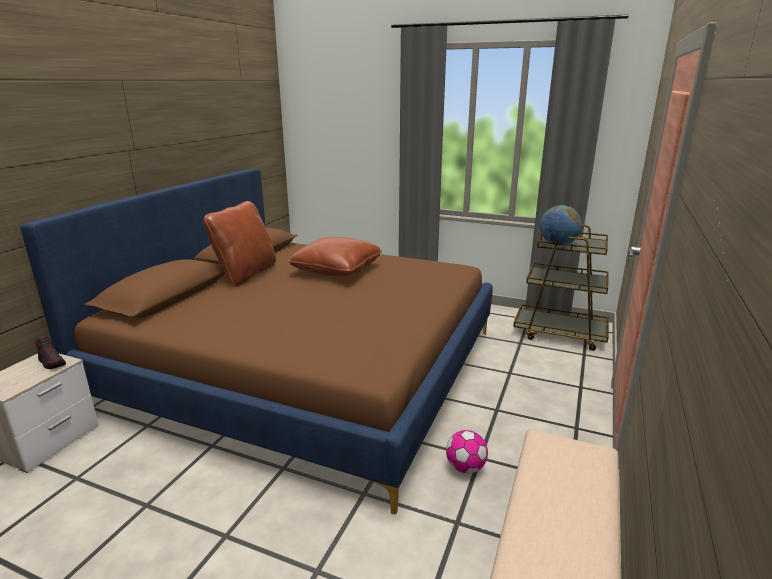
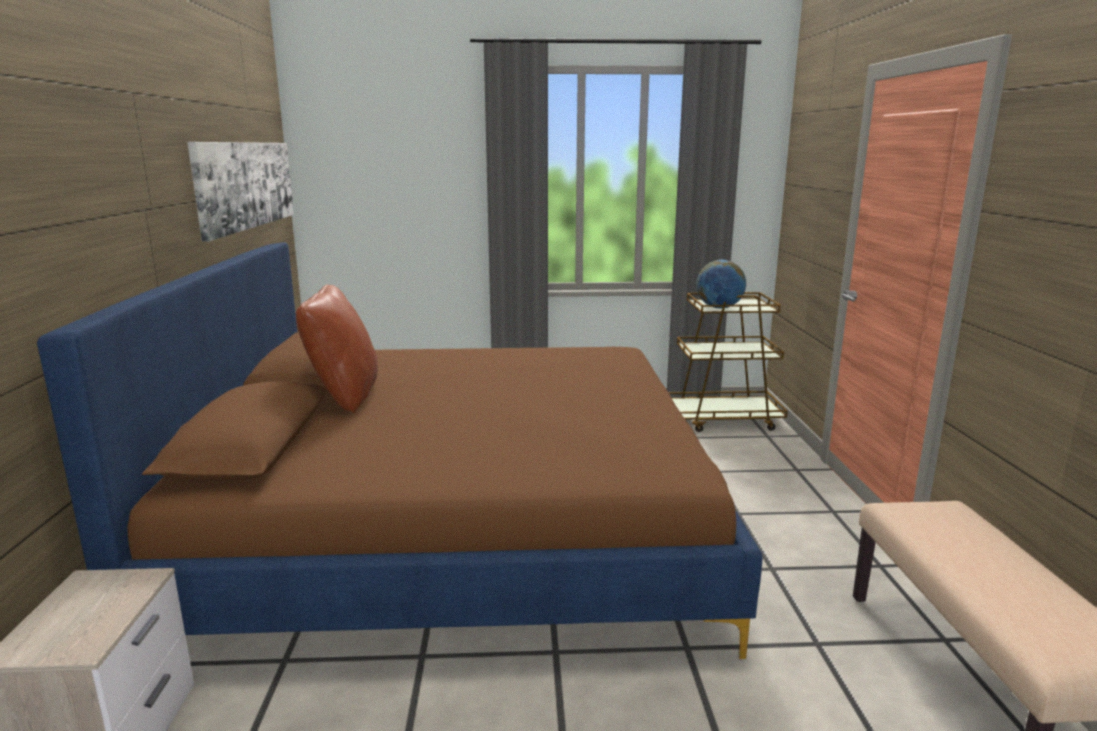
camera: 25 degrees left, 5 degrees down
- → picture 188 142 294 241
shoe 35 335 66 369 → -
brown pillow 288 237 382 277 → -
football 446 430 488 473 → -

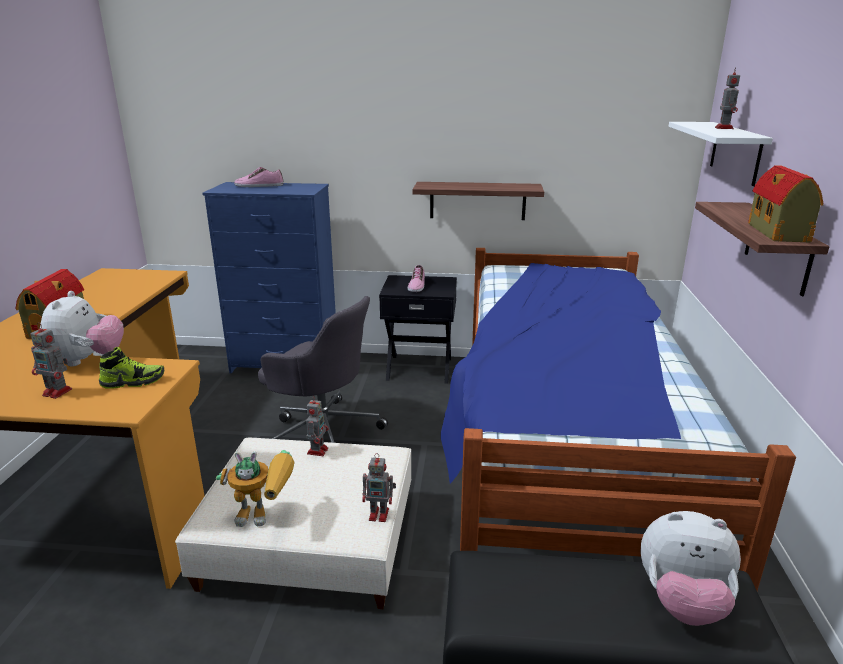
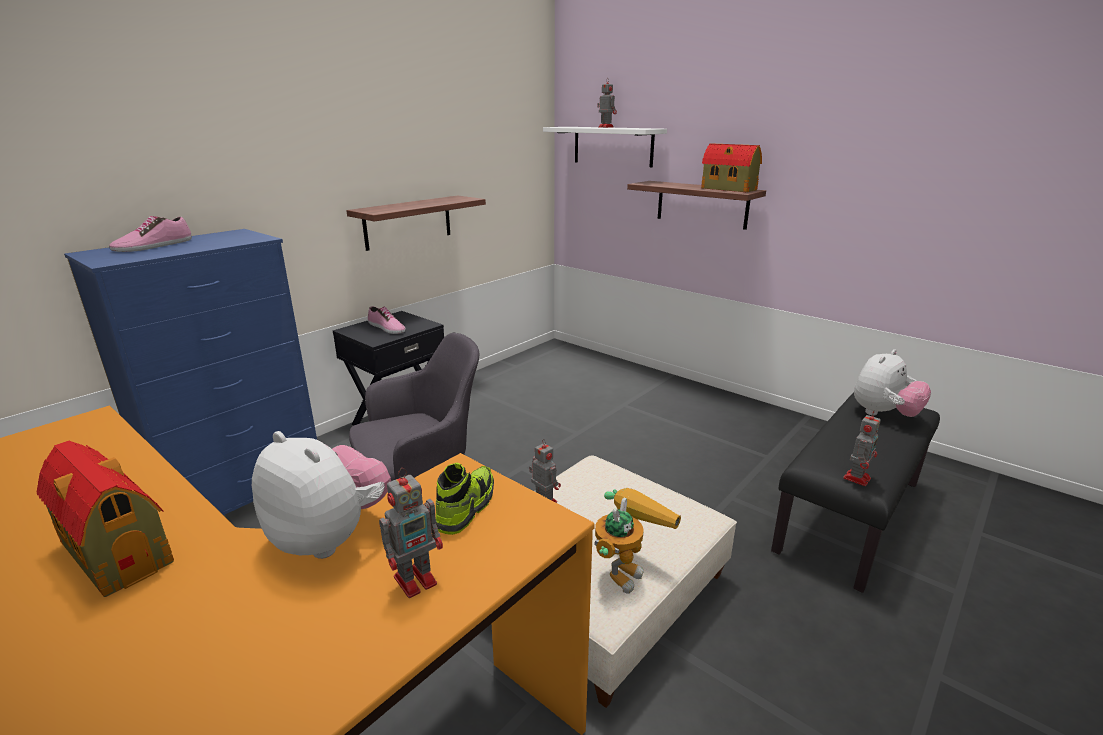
camera: 55 degrees left, 0 degrees up
toy robot 362 453 396 522 → toy robot 843 411 881 486, moved
bed 441 248 796 591 → -

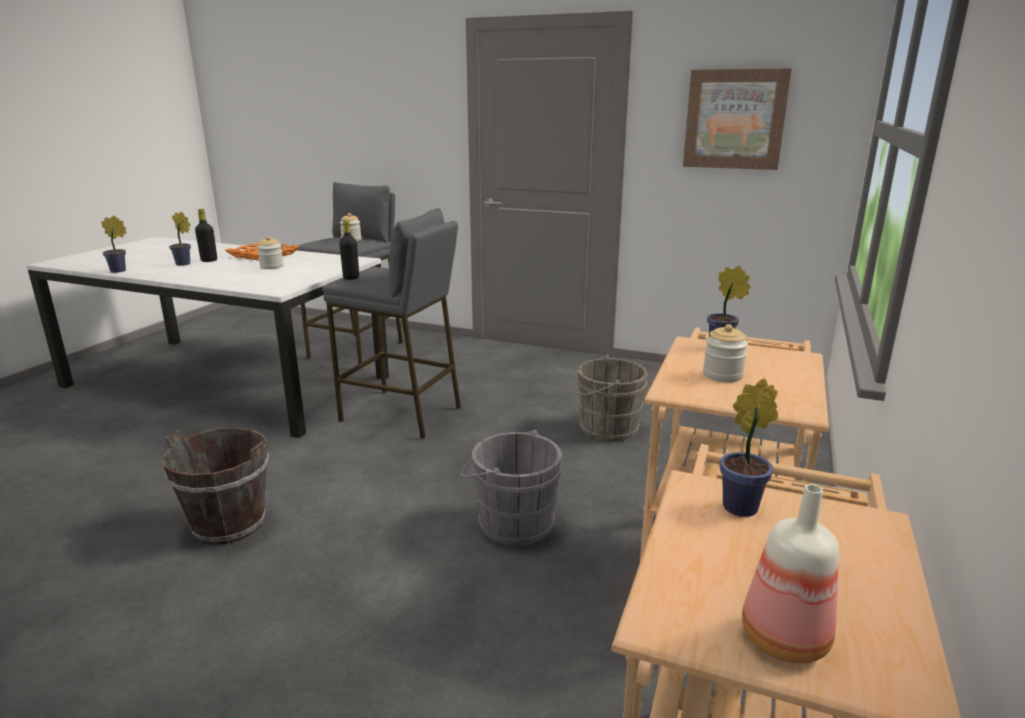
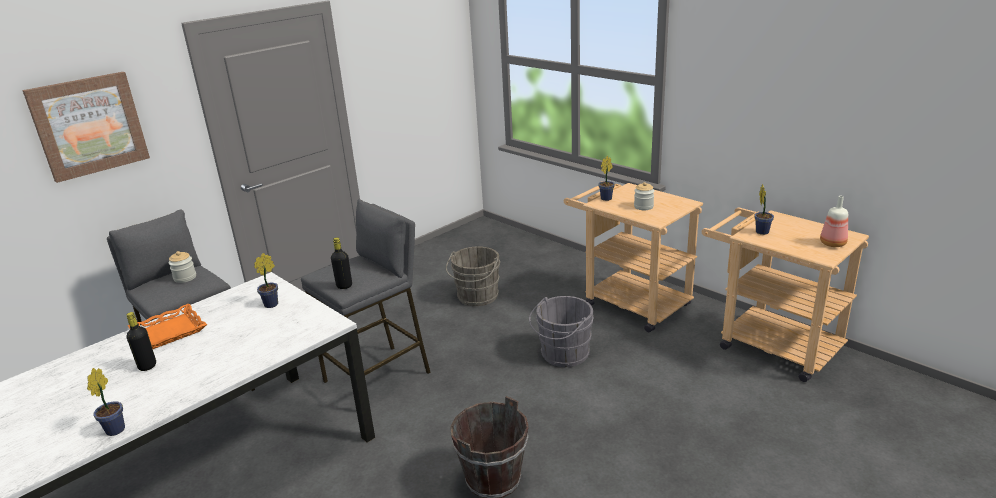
camera: 65 degrees left, 5 degrees up
picture 683 68 792 170 → picture 22 72 150 183, moved
potted plant 169 211 191 266 → potted plant 254 253 278 308, moved
jar 257 236 284 269 → -

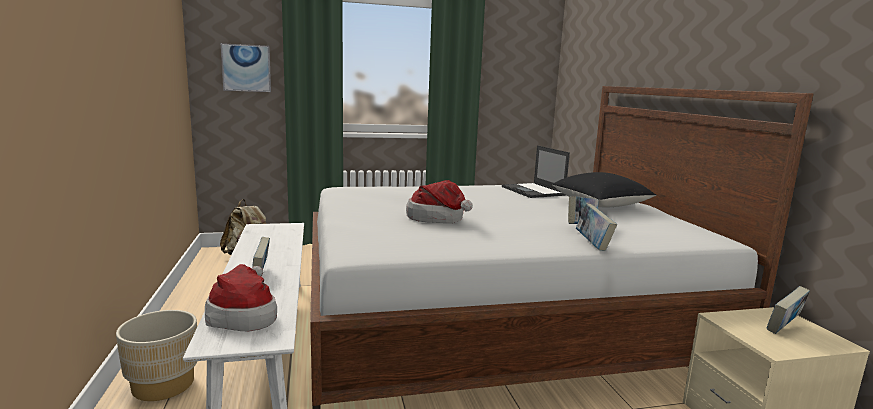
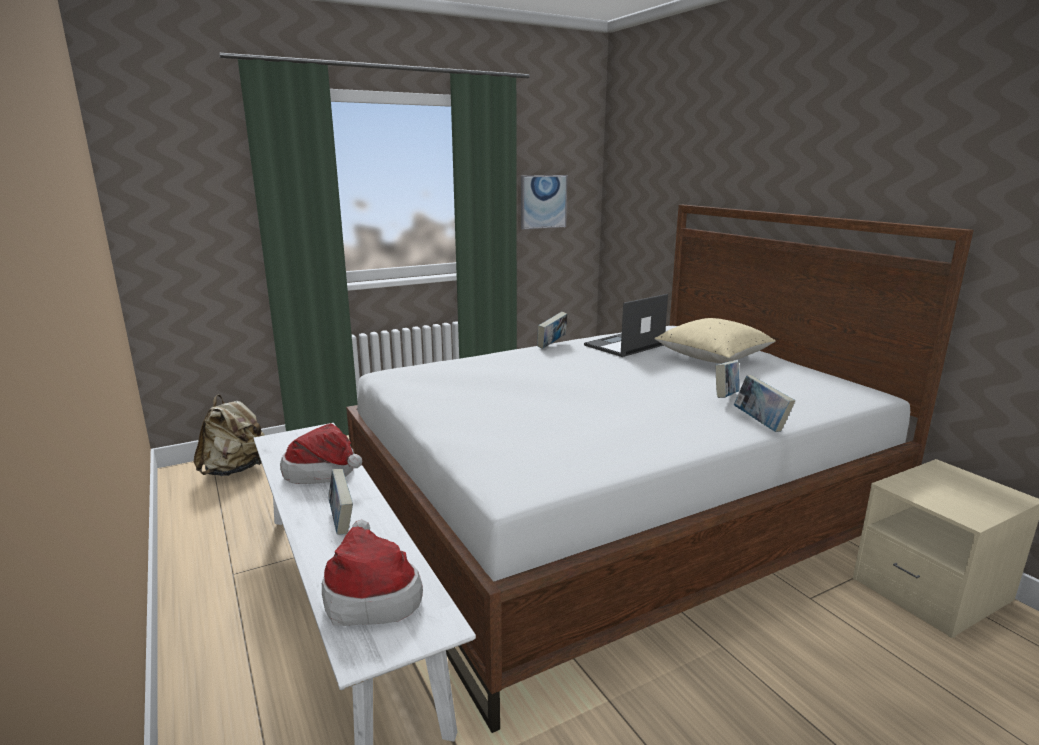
camera: 15 degrees left, 5 degrees up
hat 406 180 473 223 → hat 280 423 362 484, moved
picture 221 43 271 92 → picture 521 175 567 229, moved
book 767 286 810 334 → book 537 312 568 349, moved
laptop 502 145 570 198 → laptop 584 294 668 357, 90 degrees clockwise
black pillow 552 172 656 207 → beige pillow 654 318 776 363
beige planter 116 310 197 401 → -

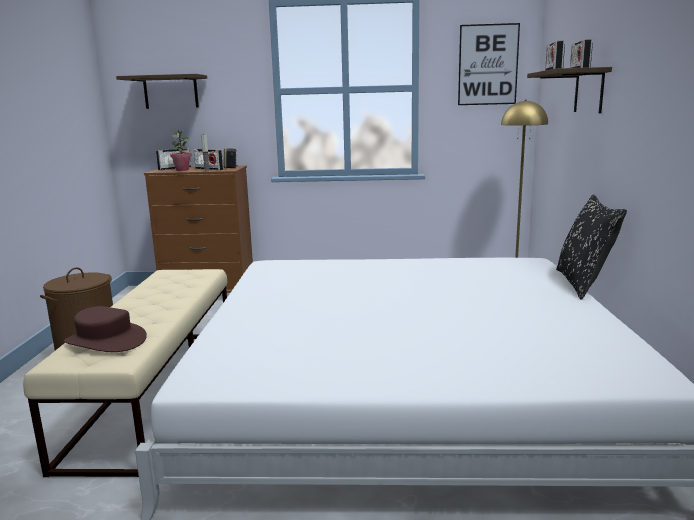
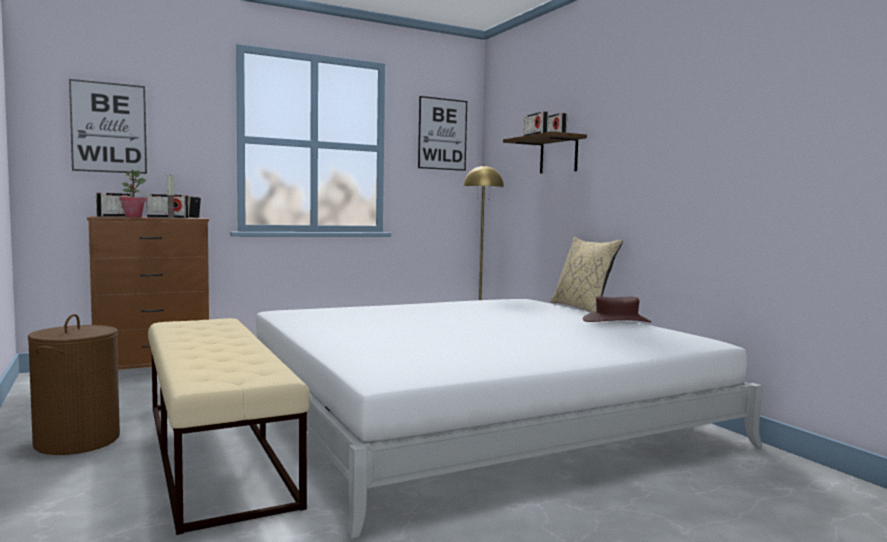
camera: 30 degrees left, 10 degrees down
shelf 116 74 207 109 → picture 69 79 147 174
black pillow 556 194 627 300 → beige pillow 550 237 623 313
brown hat 64 306 147 352 → brown hat 583 296 652 322, moved

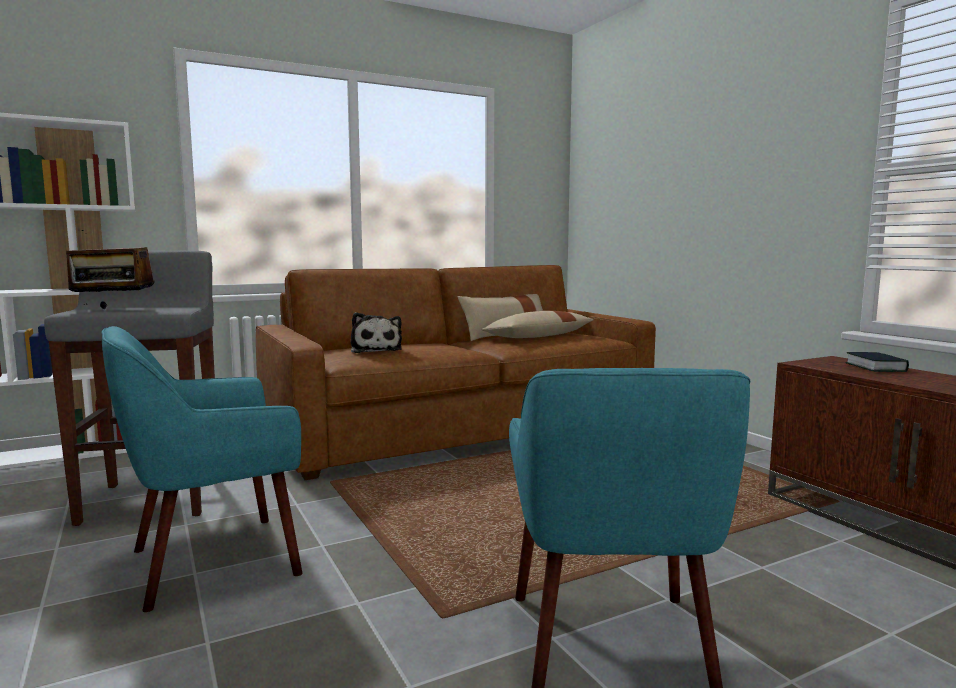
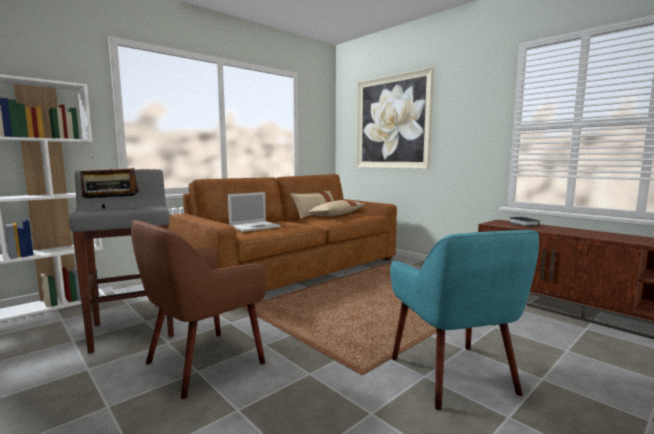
camera: 15 degrees left, 0 degrees up
turquoise armchair 102 326 303 612 → brown armchair 131 220 267 399
plush toy 350 312 402 353 → laptop 228 192 281 232
- → picture 356 67 434 169

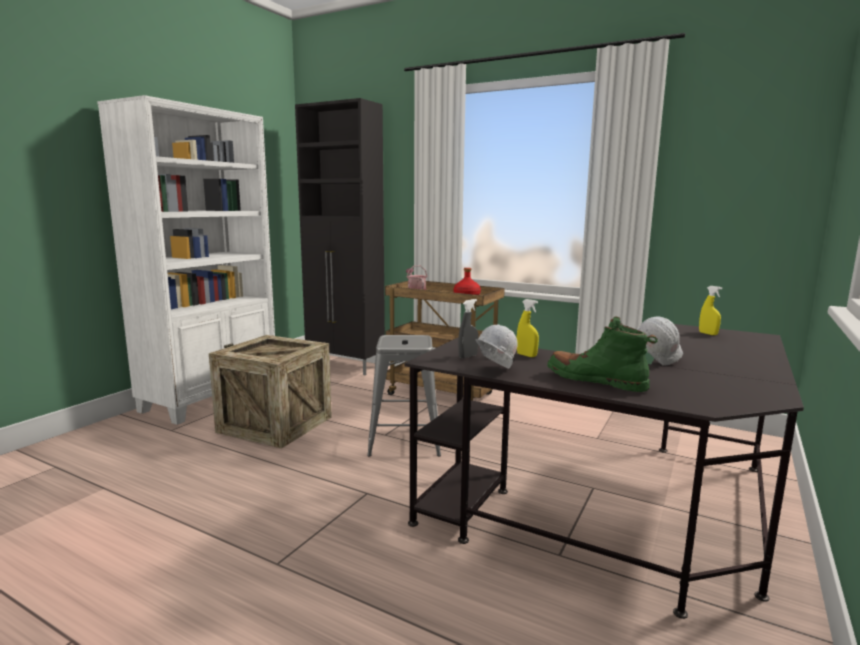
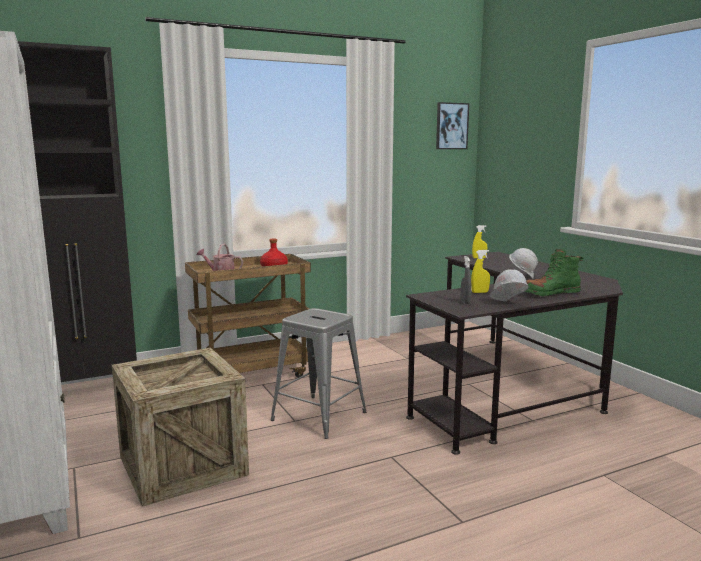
camera: 55 degrees left, 0 degrees up
- → picture 436 102 469 149

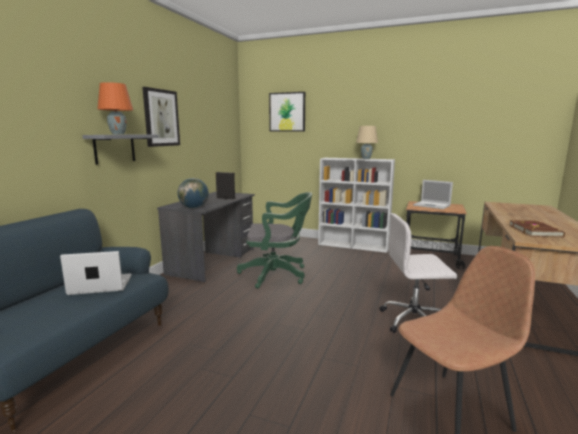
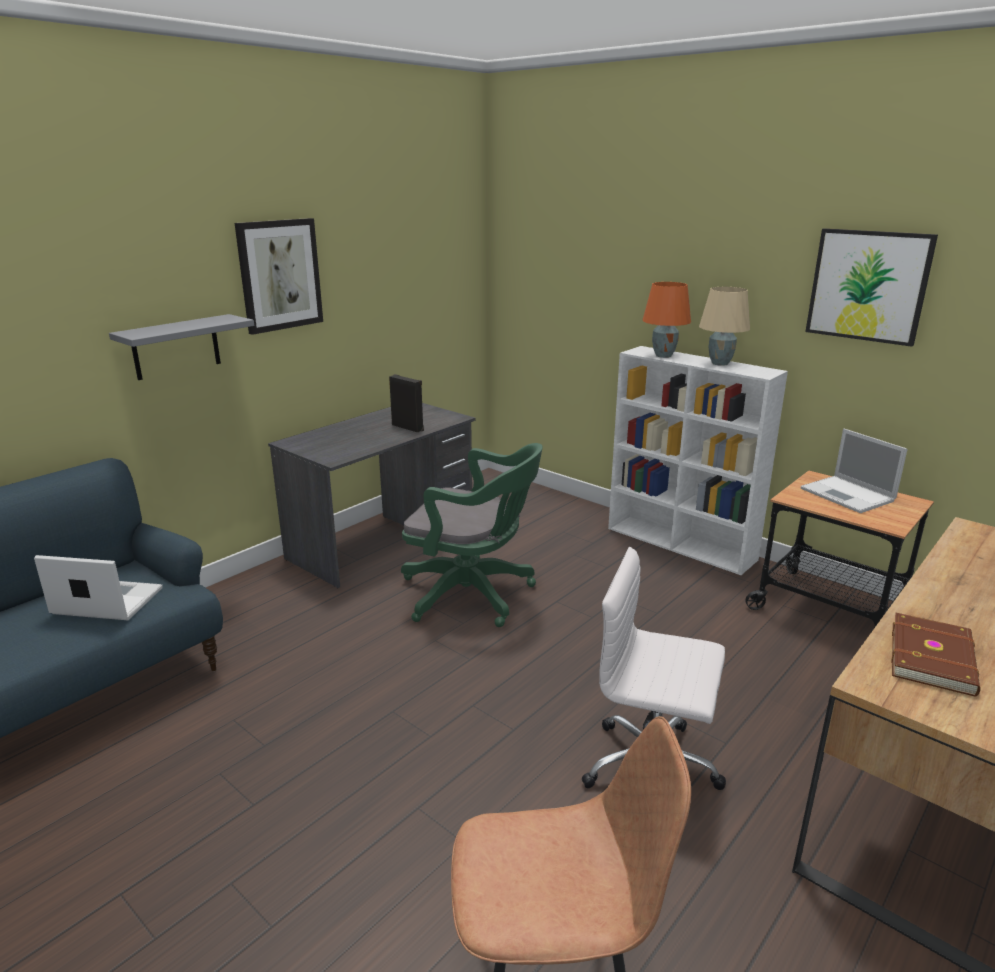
camera: 20 degrees right, 10 degrees up
orange table lamp 97 82 133 135 → orange table lamp 643 282 691 358, moved
picture 269 92 305 132 → picture 805 228 938 347, moved
globe 178 178 209 208 → -

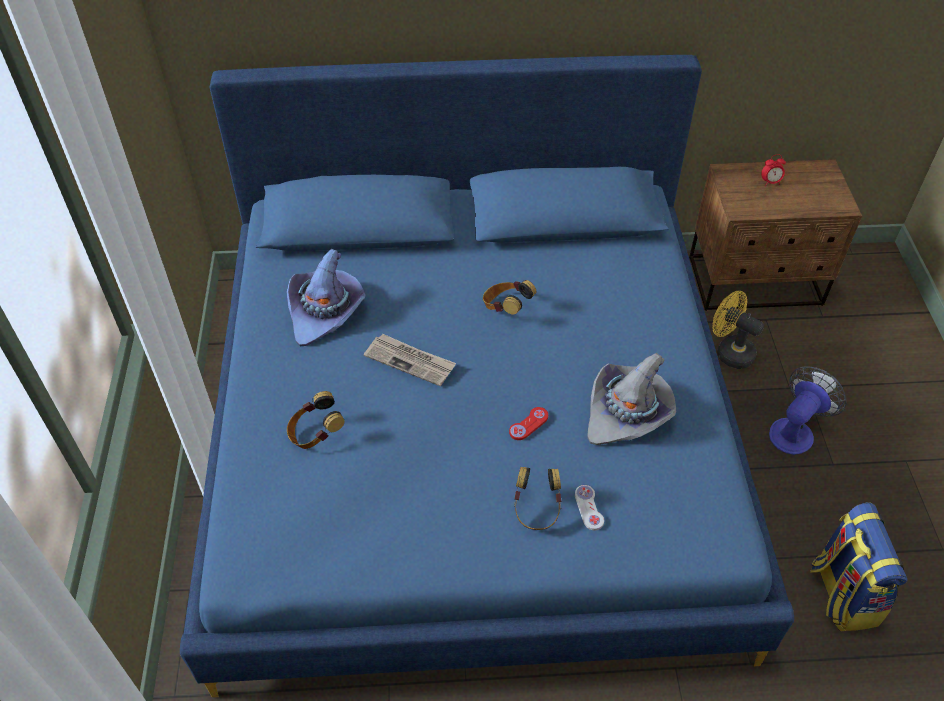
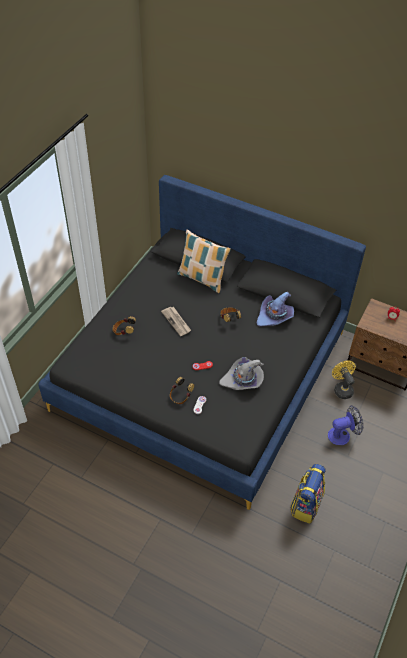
camera: 30 degrees right, 0 degrees up
blue bed 180 55 794 698 → black bed 38 175 366 510
- → pillow 177 230 231 293
purple hat 286 249 365 346 → purple hat 257 292 294 327, moved

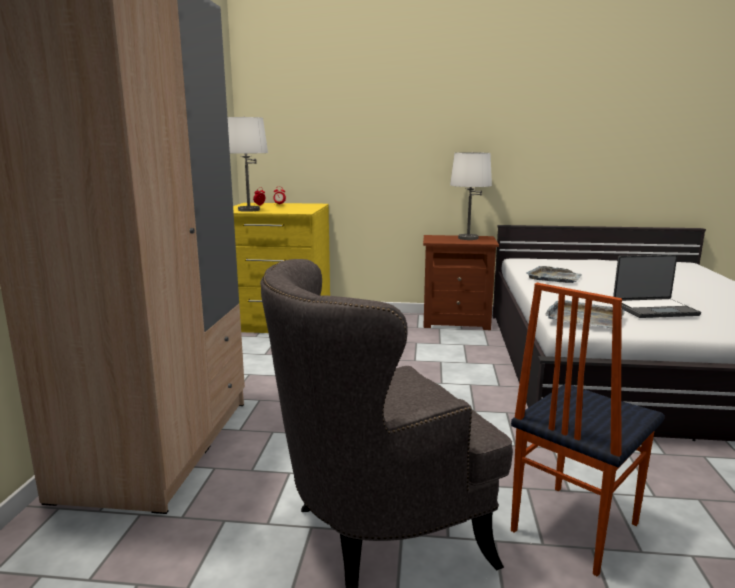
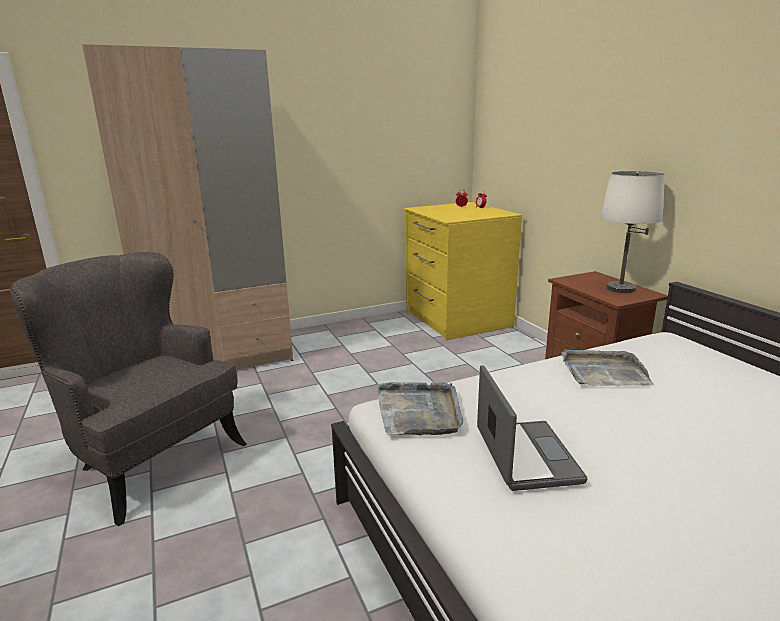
camera: 60 degrees right, 5 degrees up
laptop 613 254 701 318 → laptop 477 365 588 491, 150 degrees counterclockwise
white table lamp 228 116 268 212 → -
chair 511 283 665 577 → -

